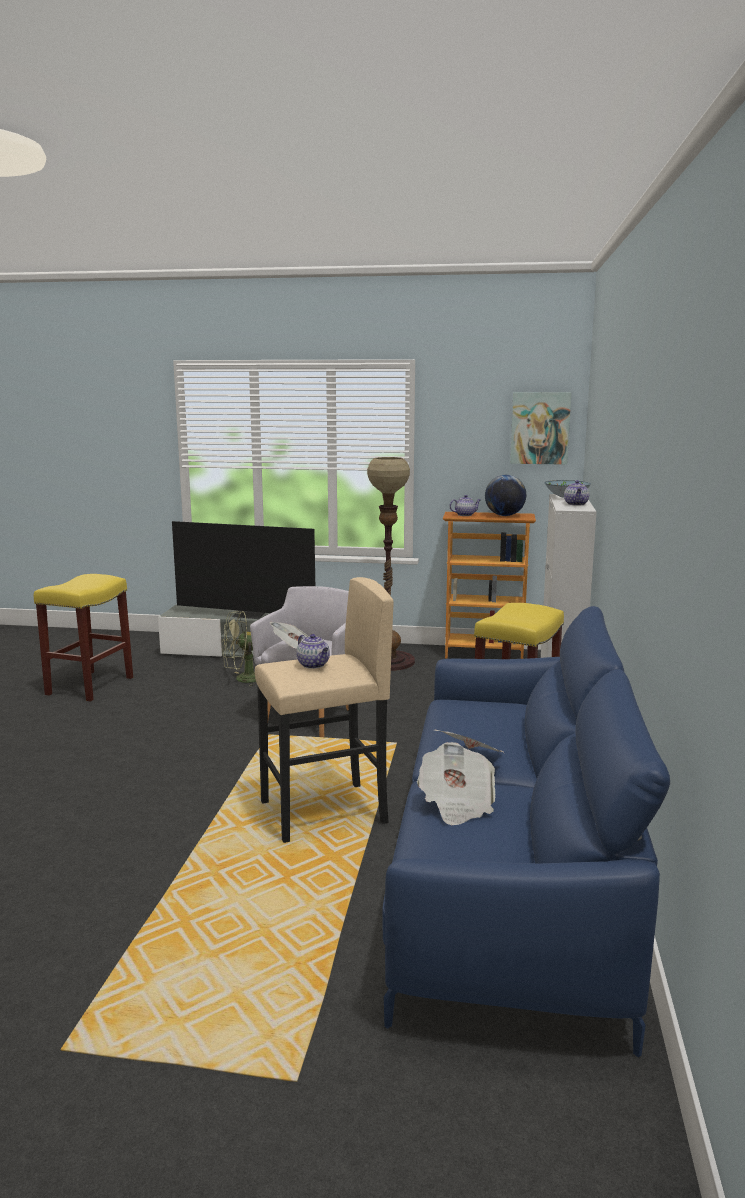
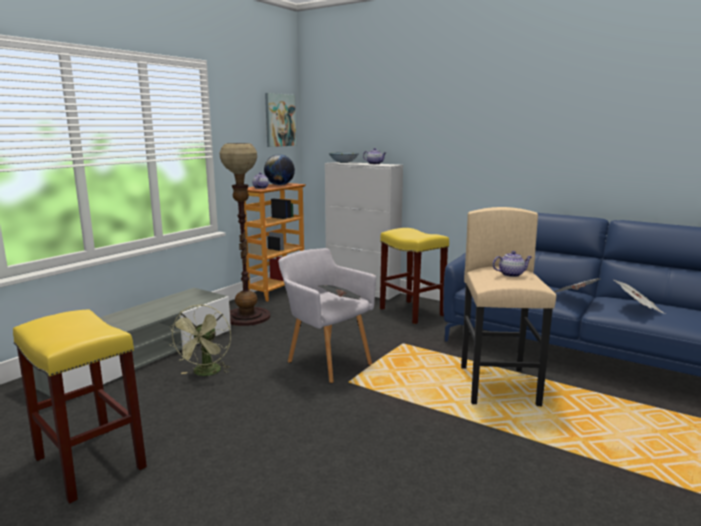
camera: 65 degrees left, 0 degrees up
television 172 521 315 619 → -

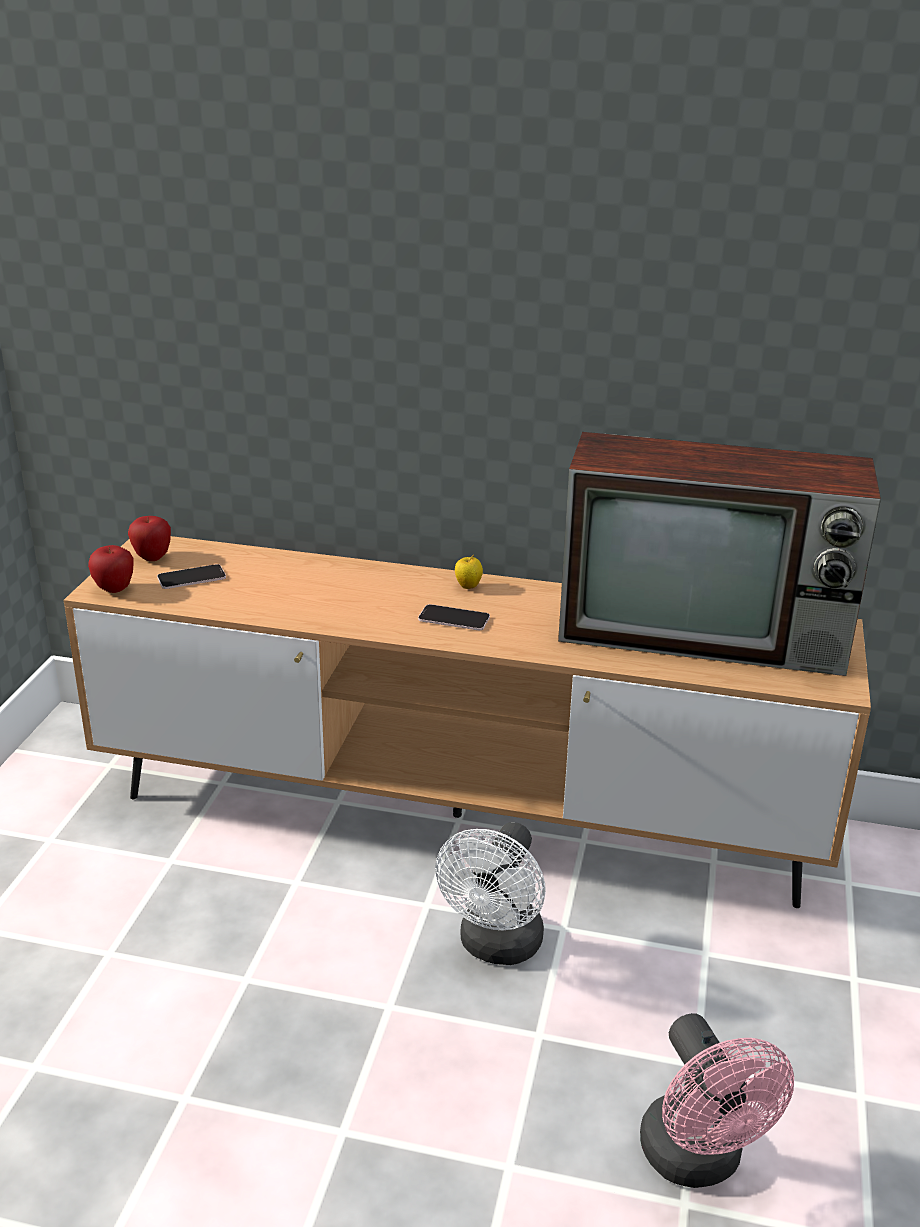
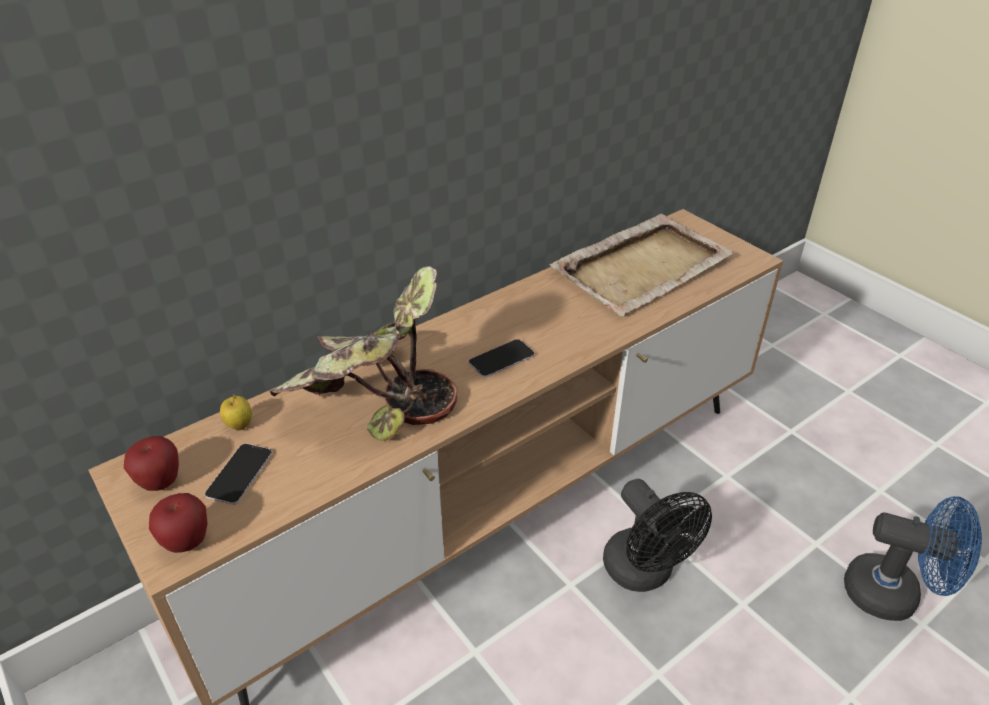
camera: 50 degrees left, 10 degrees up
apple 455 555 483 589 → apple 220 395 252 431, moved
- → potted plant 270 266 458 441
television 558 432 881 676 → beige tray 550 214 734 316
white fan 435 822 546 965 → black fan 603 479 712 592
pink fan 640 1013 794 1188 → blue fan 844 496 982 621

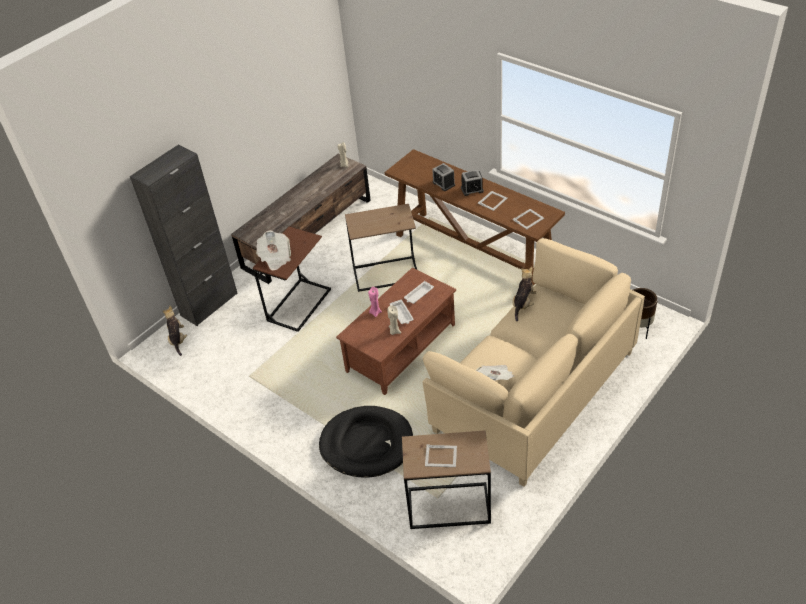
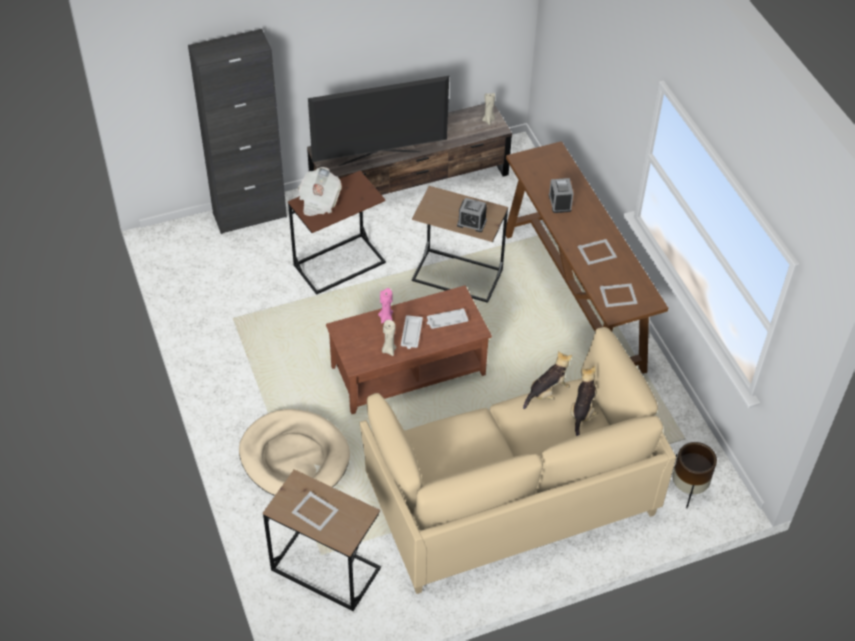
camera: 25 degrees right, 5 degrees up
black dog bed 319 406 413 478 → beige dog bed 239 409 350 496
- → television 308 76 449 166
alarm clock 461 170 484 196 → alarm clock 457 198 487 232, moved
plush toy 163 306 187 356 → plush toy 571 365 598 436, moved
newspaper 476 365 514 381 → -

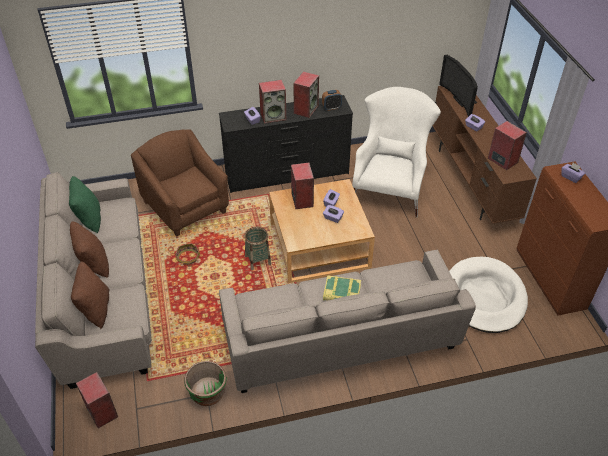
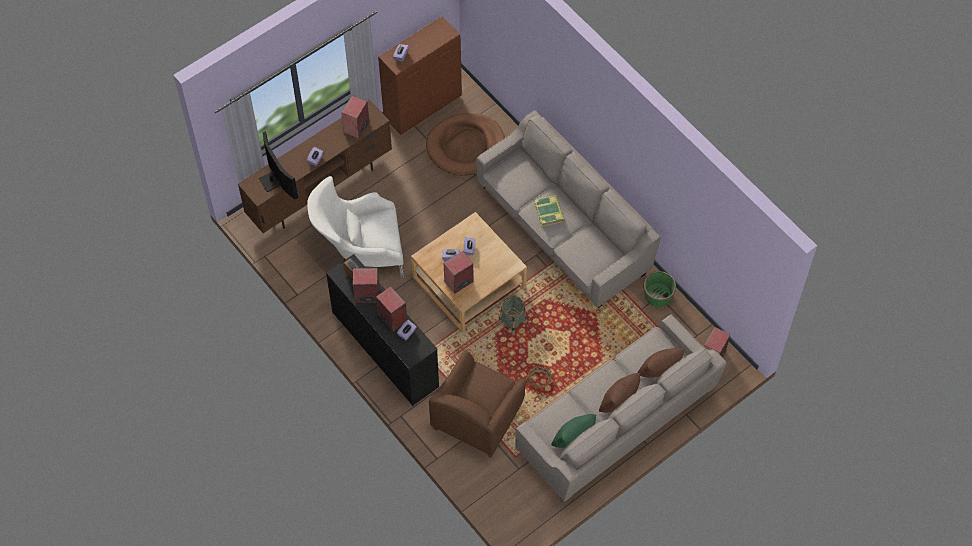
camera: 115 degrees left, 15 degrees up
television 439 55 478 117 → television 259 131 298 199, 75 degrees counterclockwise
white dog bed 449 257 528 333 → brown dog bed 426 113 505 175

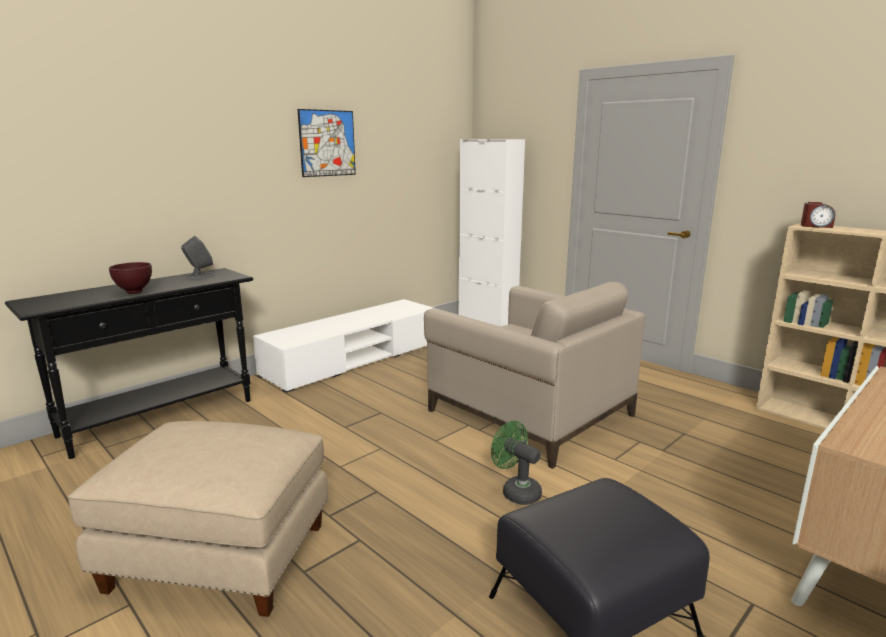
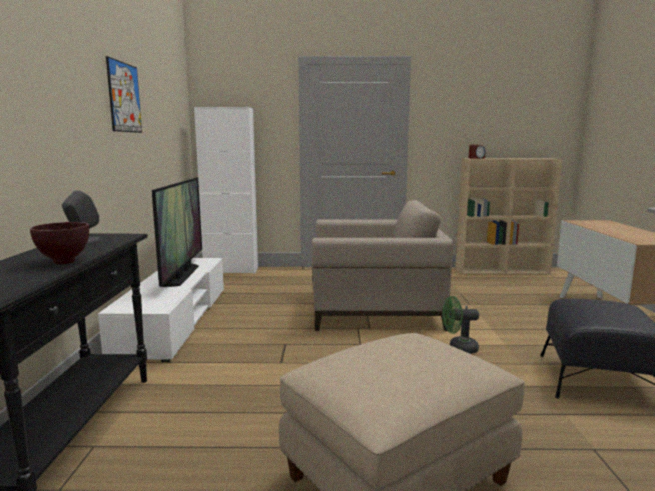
camera: 45 degrees left, 5 degrees down
- → television 152 178 202 287

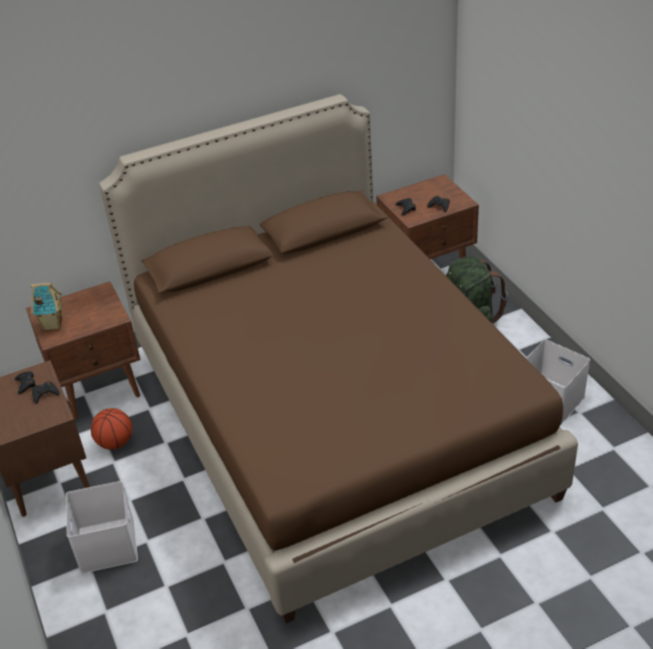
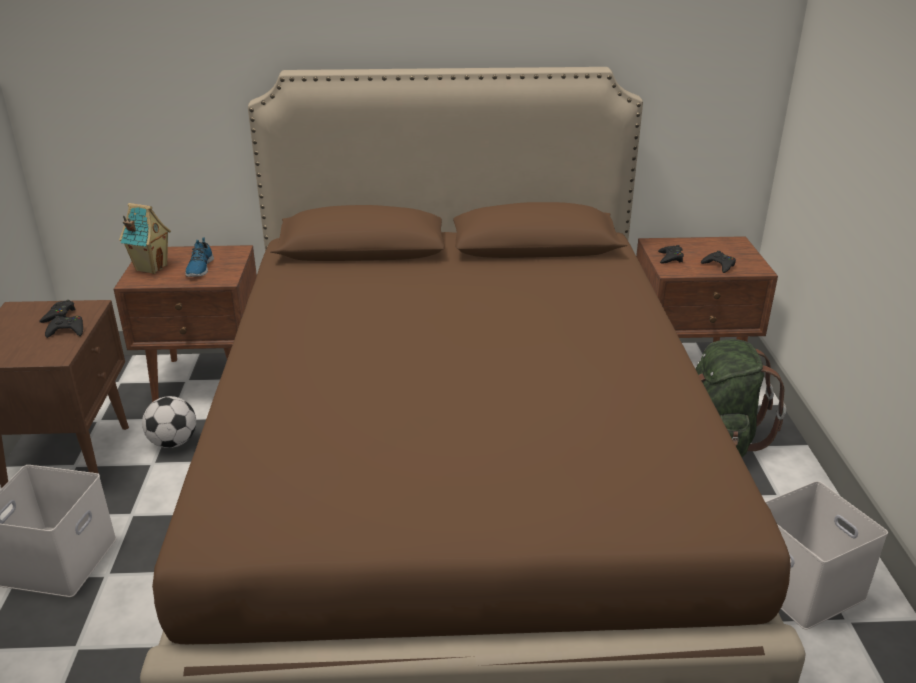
camera: 20 degrees right, 10 degrees down
basketball 91 408 132 449 → football 142 396 196 448
- → shoe 185 237 214 277

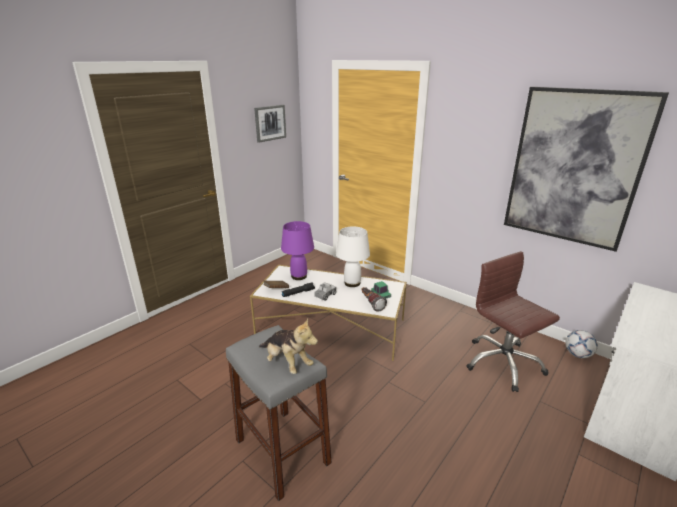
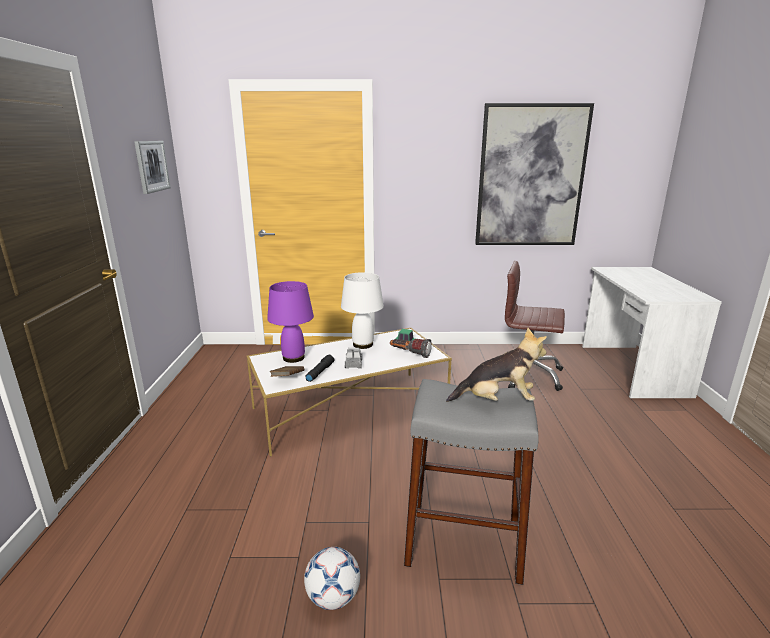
camera: 40 degrees left, 5 degrees down
football 565 330 598 358 → football 304 547 360 610, moved

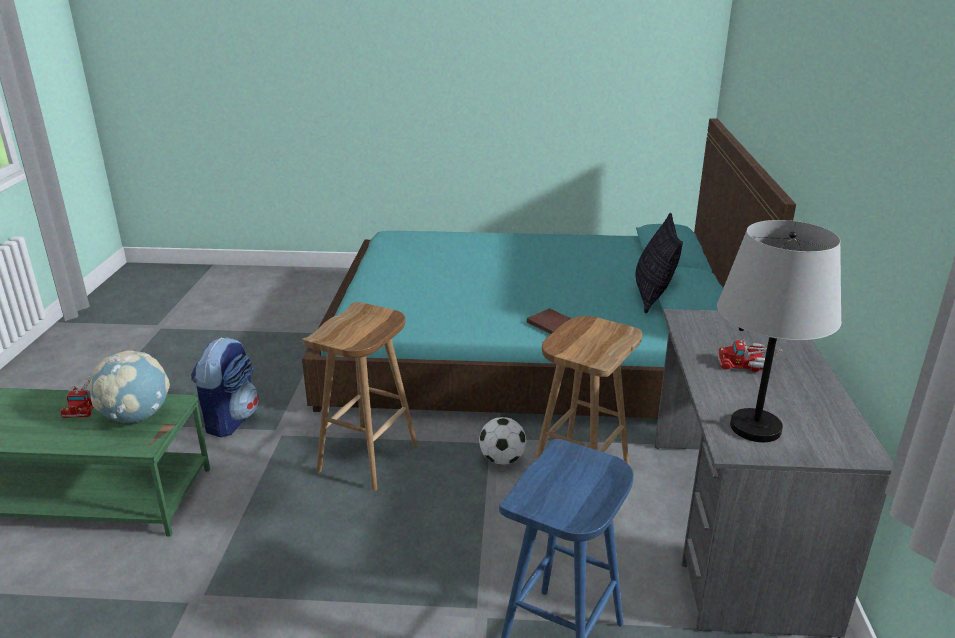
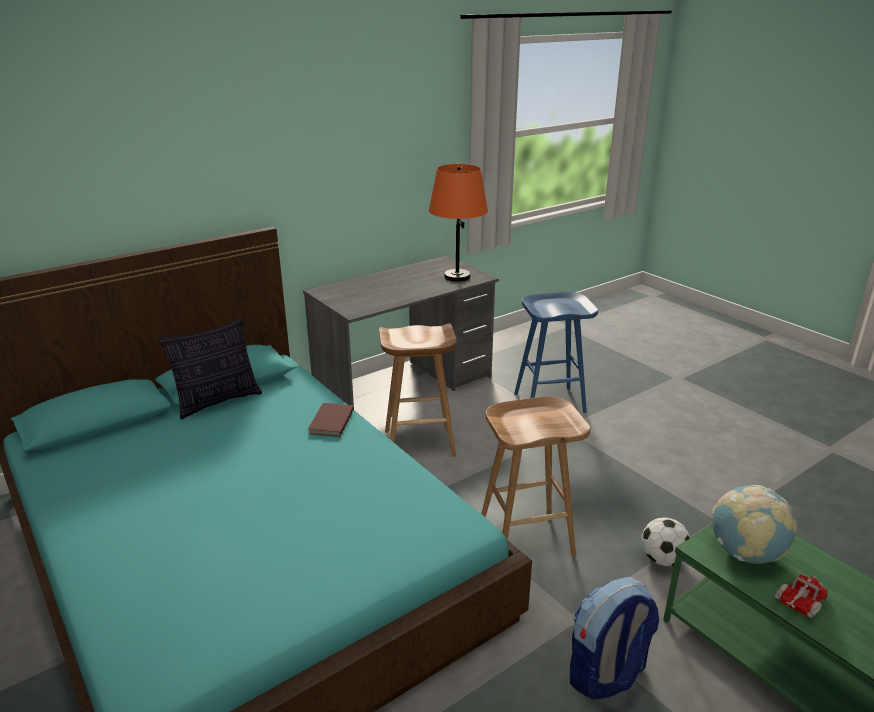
camera: 130 degrees left, 0 degrees up
grey table lamp 717 220 842 442 → orange table lamp 429 164 488 282
football 479 417 527 465 → football 641 518 690 566, moved
toy truck 718 339 783 372 → -

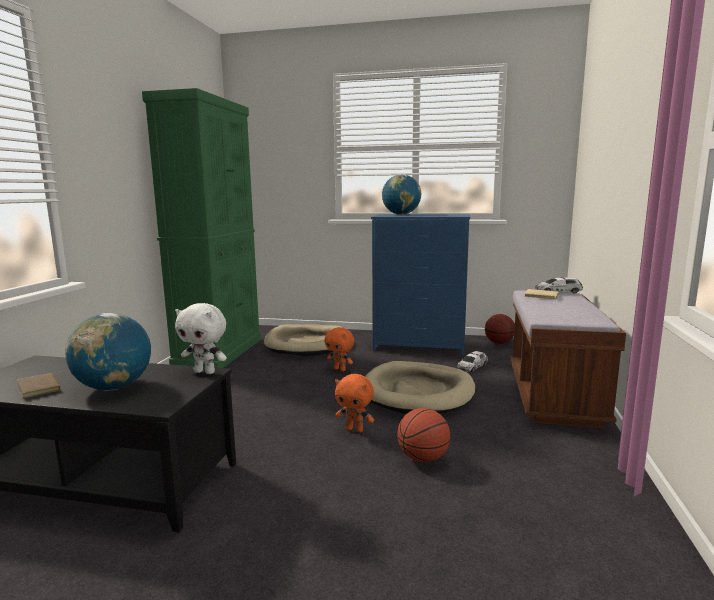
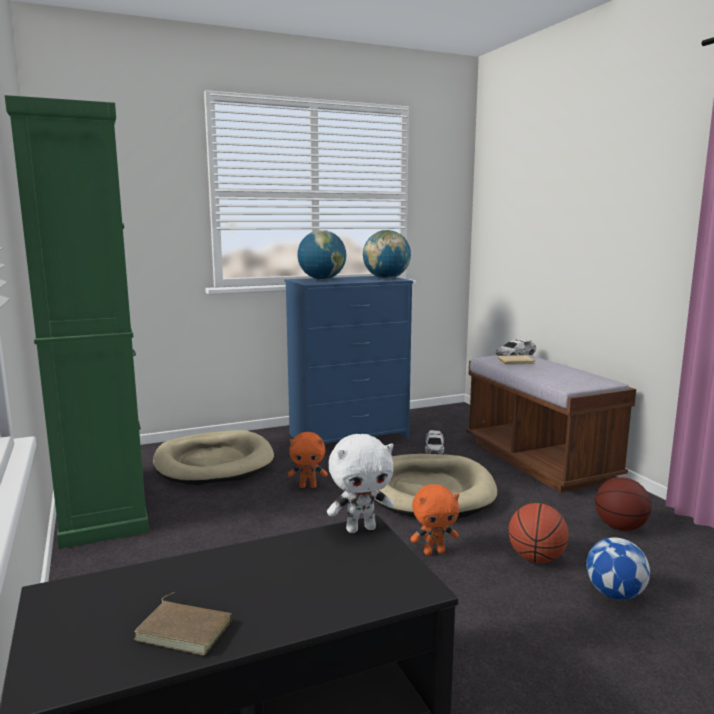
camera: 35 degrees left, 0 degrees up
globe 65 313 151 391 → globe 363 230 411 279, moved
- → football 586 537 650 600
basketball 485 314 515 344 → basketball 595 477 652 531, moved

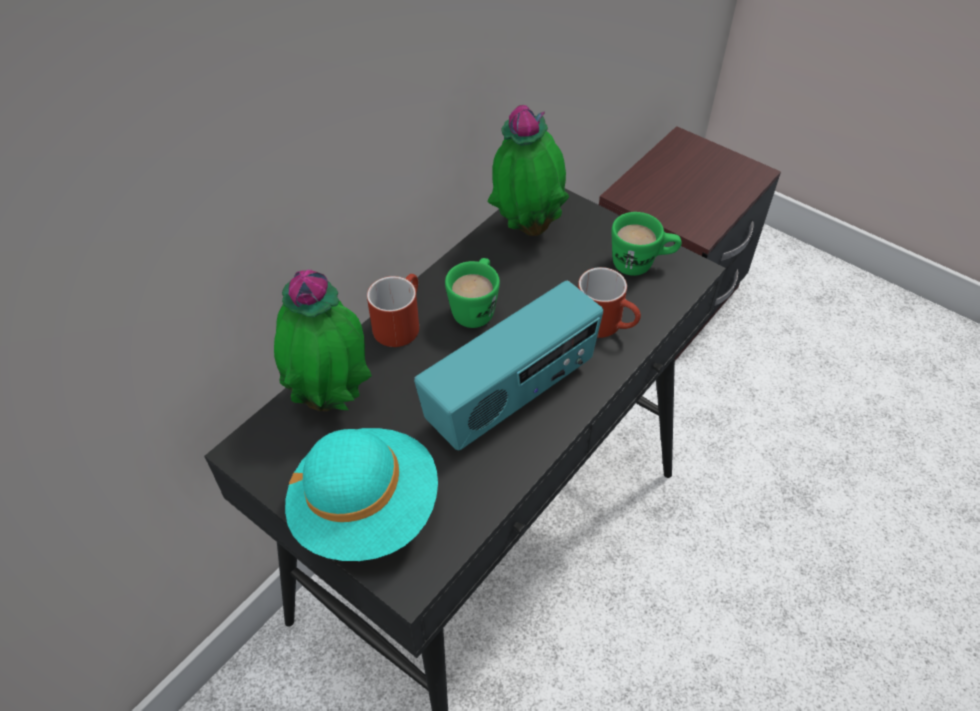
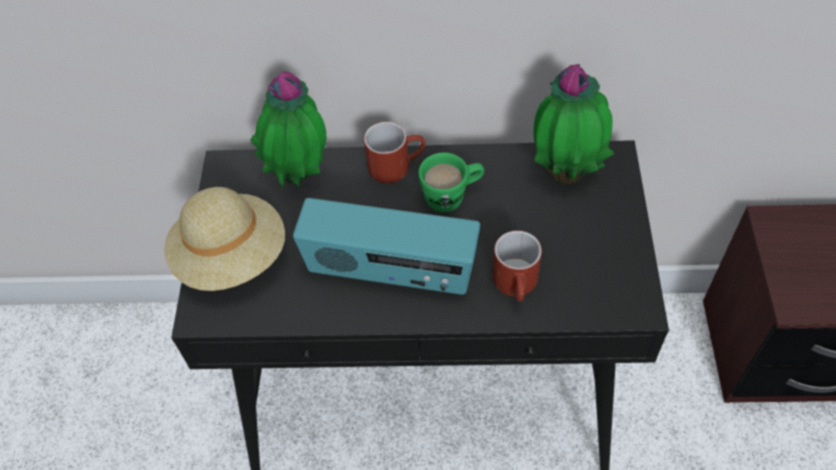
camera: 55 degrees right, 5 degrees up
turquoise hat 285 428 438 561 → beige hat 164 187 285 291
green mug 611 212 682 276 → -

